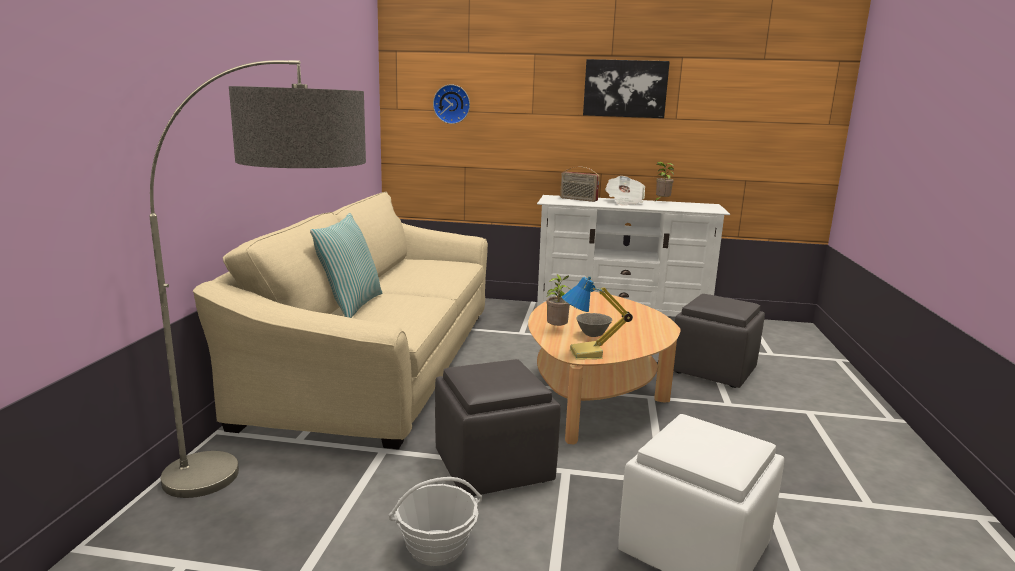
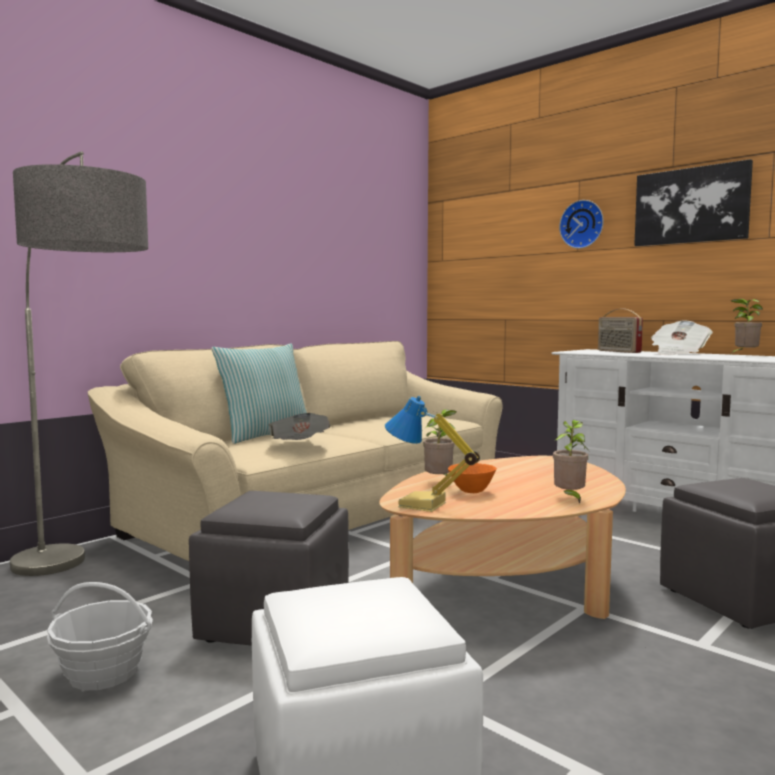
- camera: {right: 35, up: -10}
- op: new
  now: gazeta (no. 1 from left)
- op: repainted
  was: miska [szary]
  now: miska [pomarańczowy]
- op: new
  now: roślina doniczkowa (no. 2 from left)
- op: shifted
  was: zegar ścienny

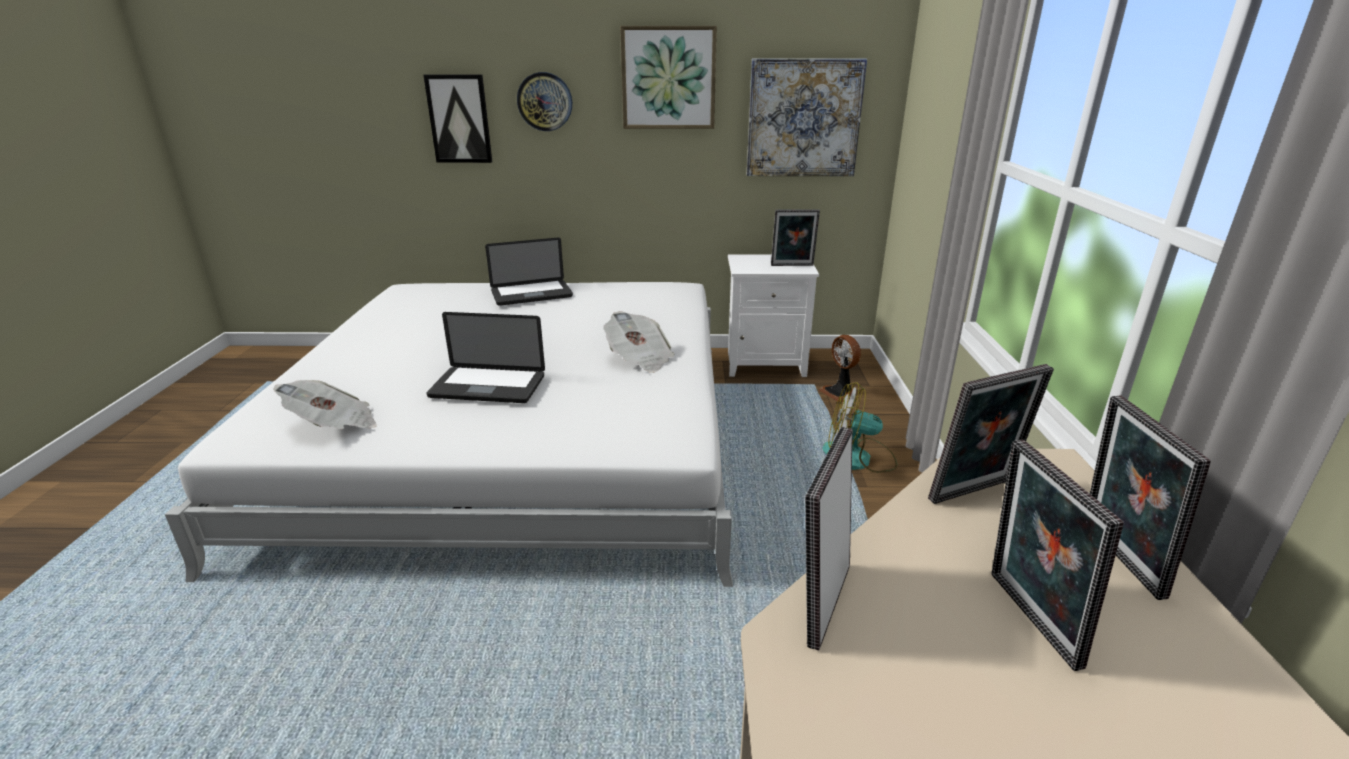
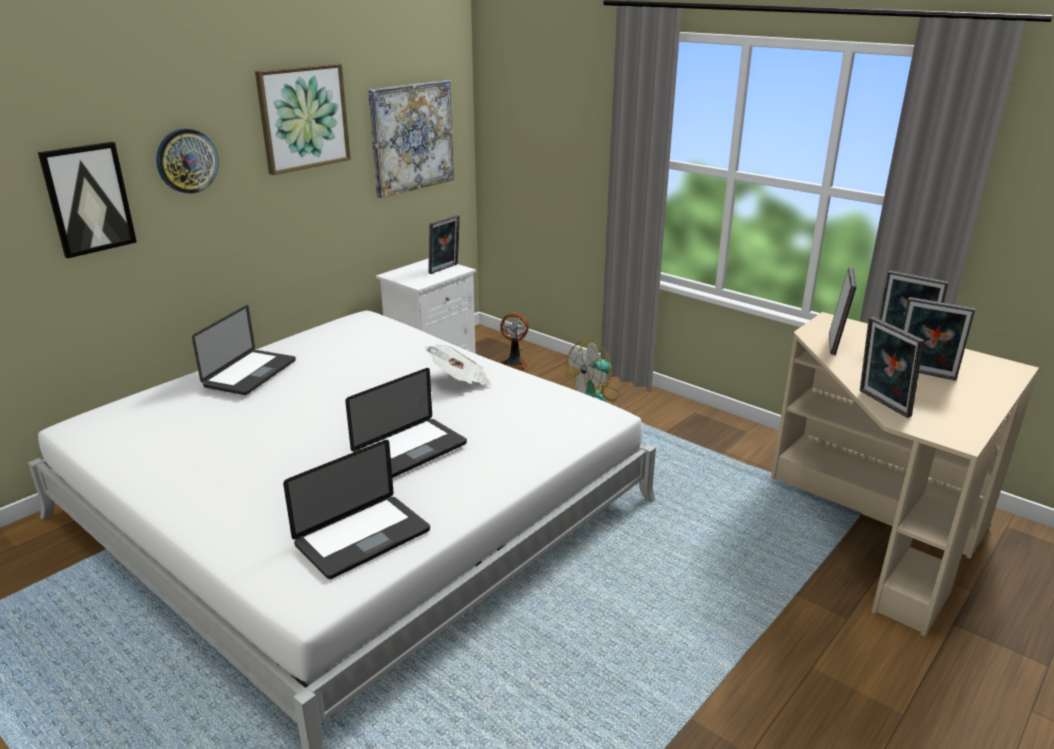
- camera: {right: -50, up: 0}
- op: swapped
  was: gazeta (no. 1 from left)
  now: laptop (no. 2 from left)

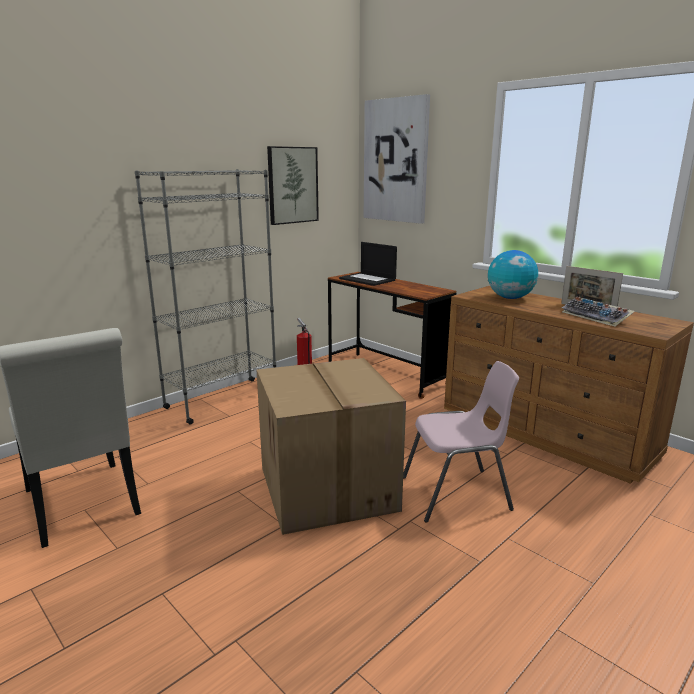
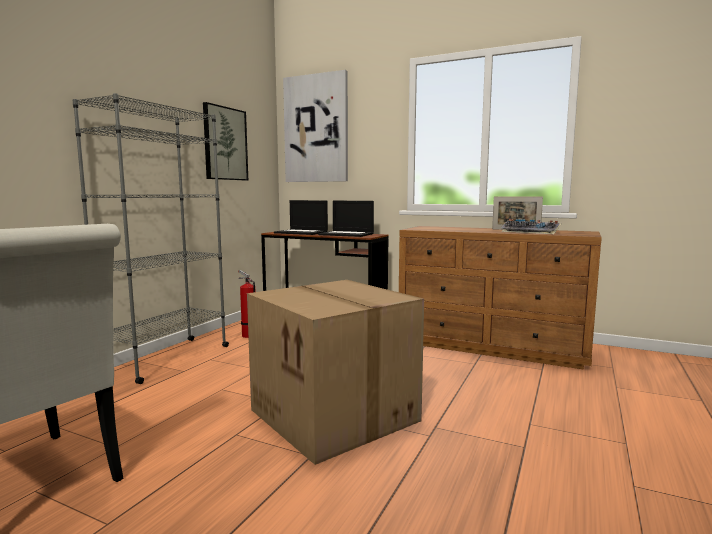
- camera: {right: -20, up: -10}
- op: new
  now: laptop (no. 2 from left)
- op: gone
  was: krzesło [różowy]
- op: gone
  was: globus

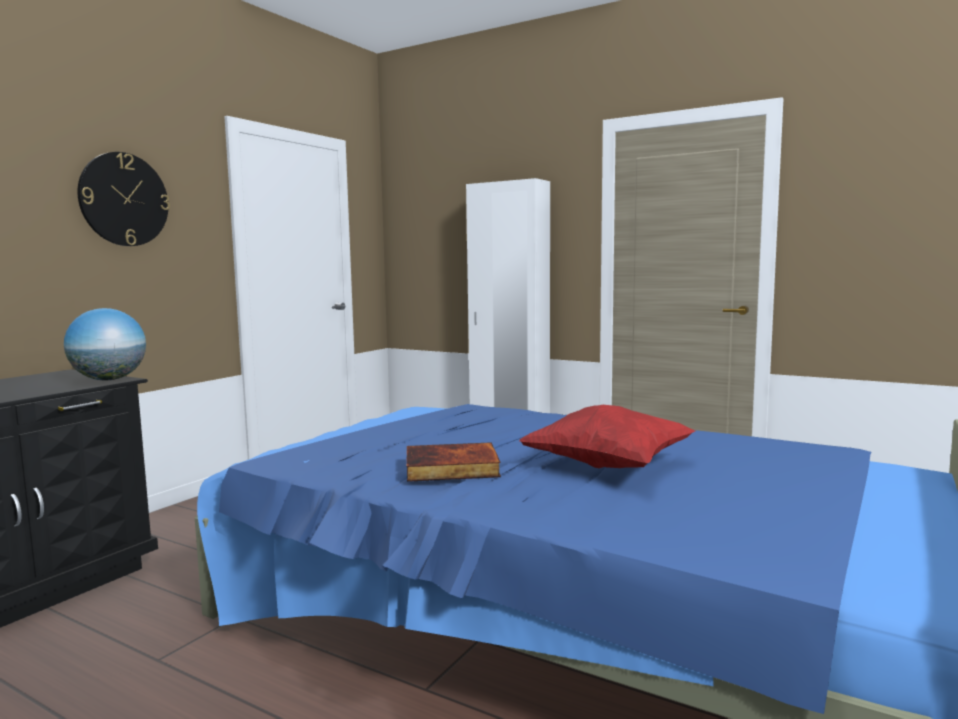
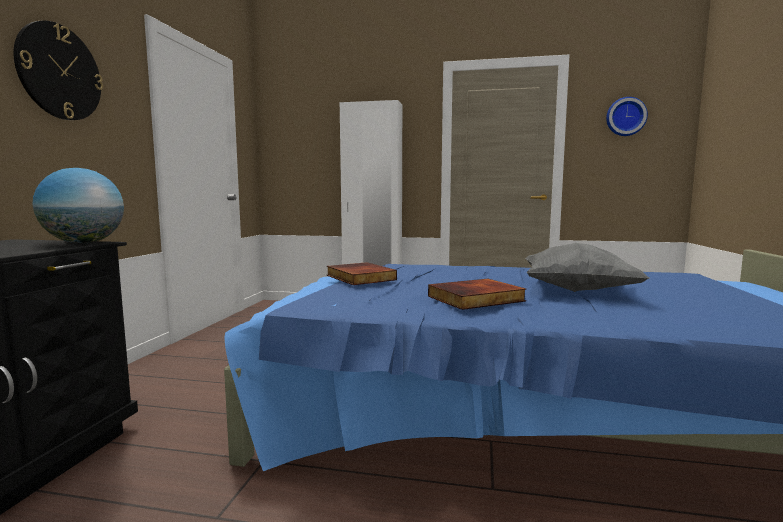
- camera: {right: -20, up: 0}
- op: new
  now: książka (no. 1 from left)
- op: repainted
  was: poduszka [czerwony]
  now: poduszka [szary]
- op: new
  now: zegar ścienny (no. 2 from left)

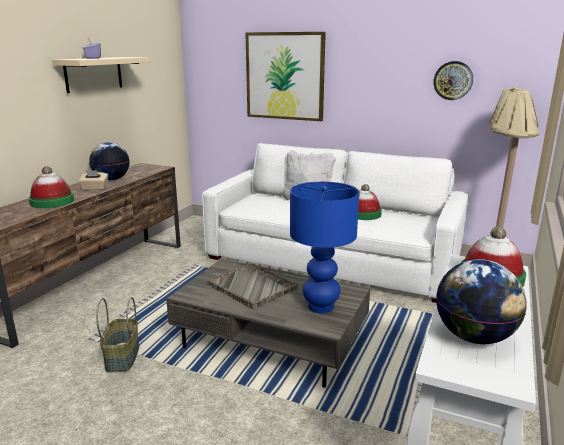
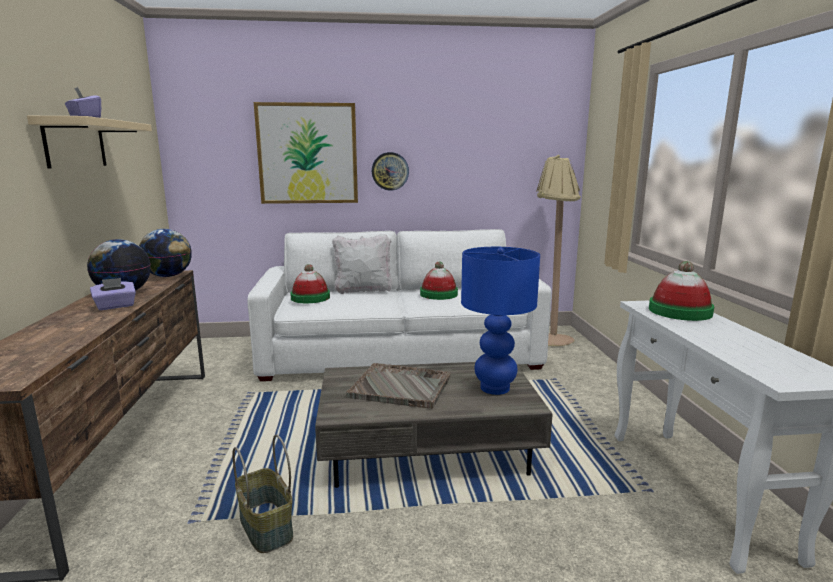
- camera: {right: -30, up: -5}
- op: repainted
  was: pudełko chusteczek [beżowy]
  now: pudełko chusteczek [fioletowy] (no. 2 from left)
- op: shifted
  was: globus (no. 2 from left)
- op: shifted
  was: kapelusz (no. 1 from left)
- op: shifted
  was: zegar ścienny

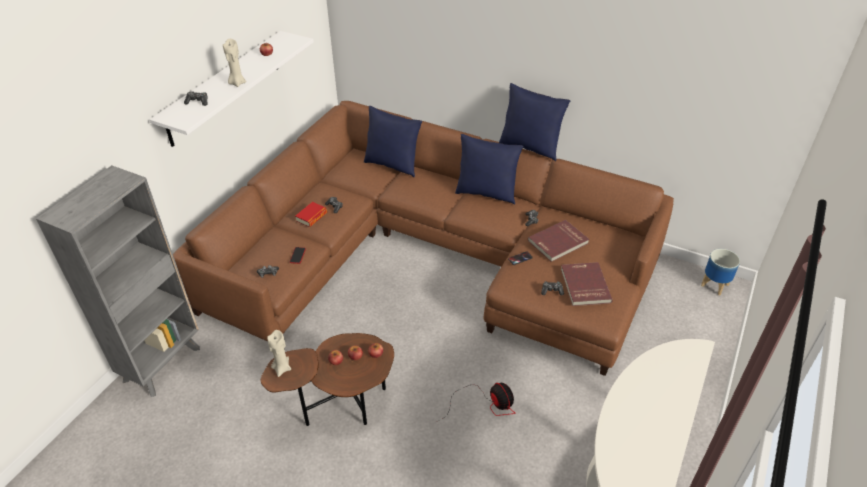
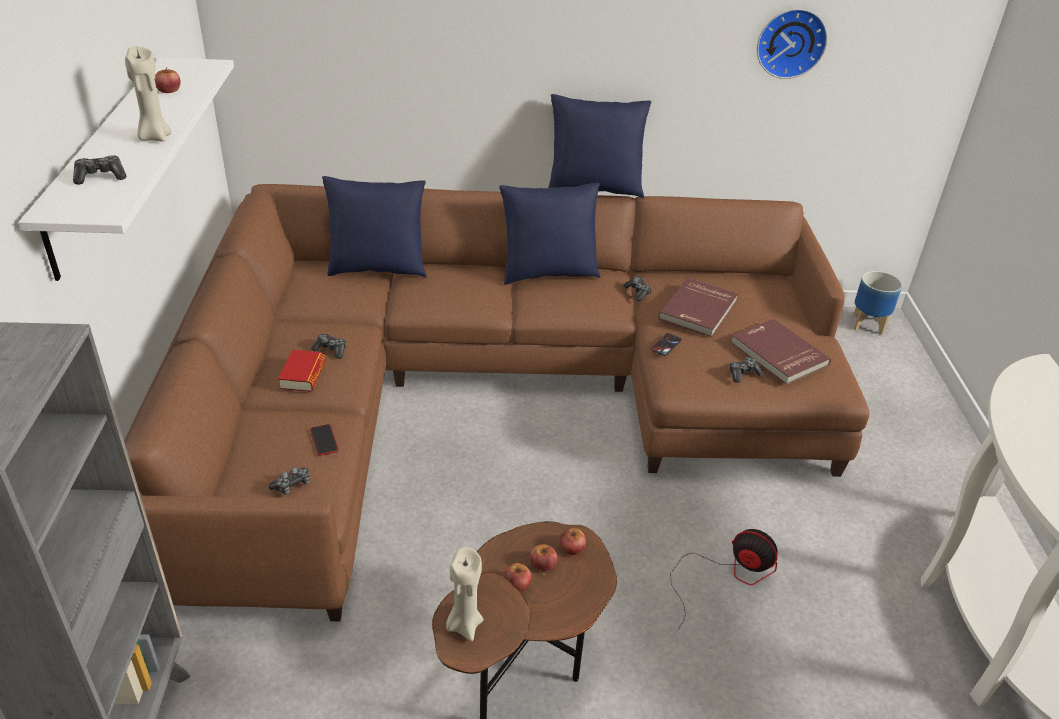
- camera: {right: -30, up: -5}
- op: new
  now: zegar ścienny

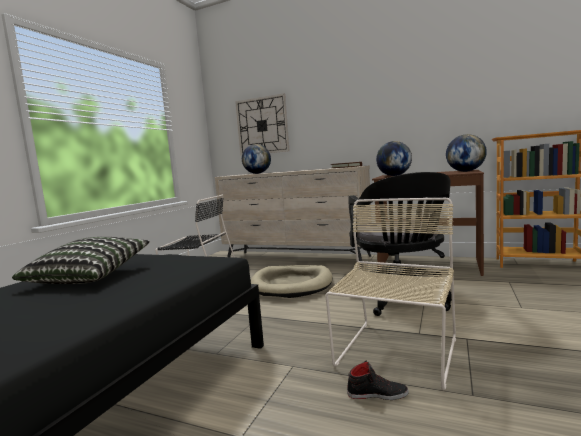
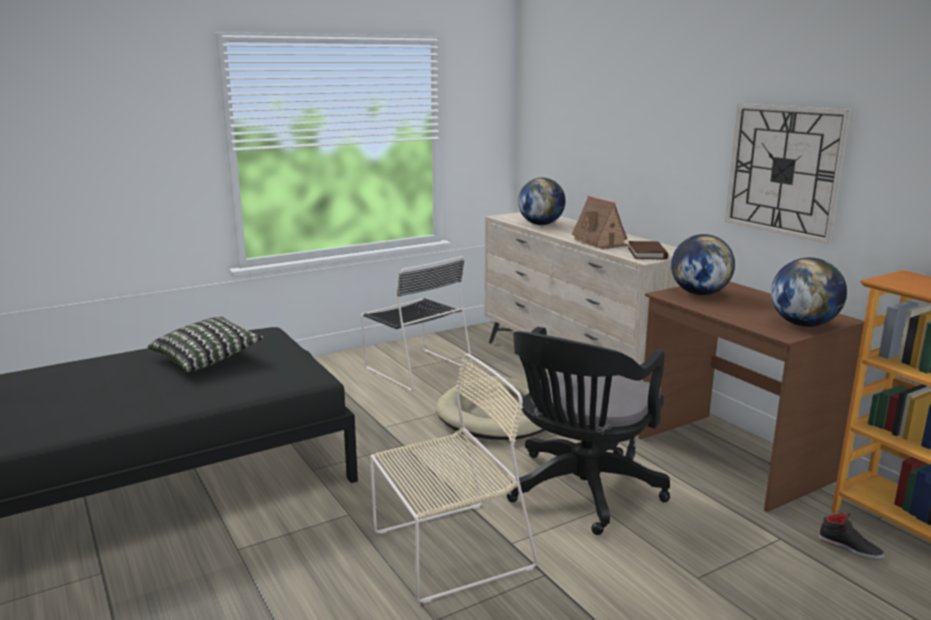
- camera: {right: 35, up: 10}
- op: new
  now: domek
- op: shifted
  was: zegar ścienny
- op: shifted
  was: but [czarny]

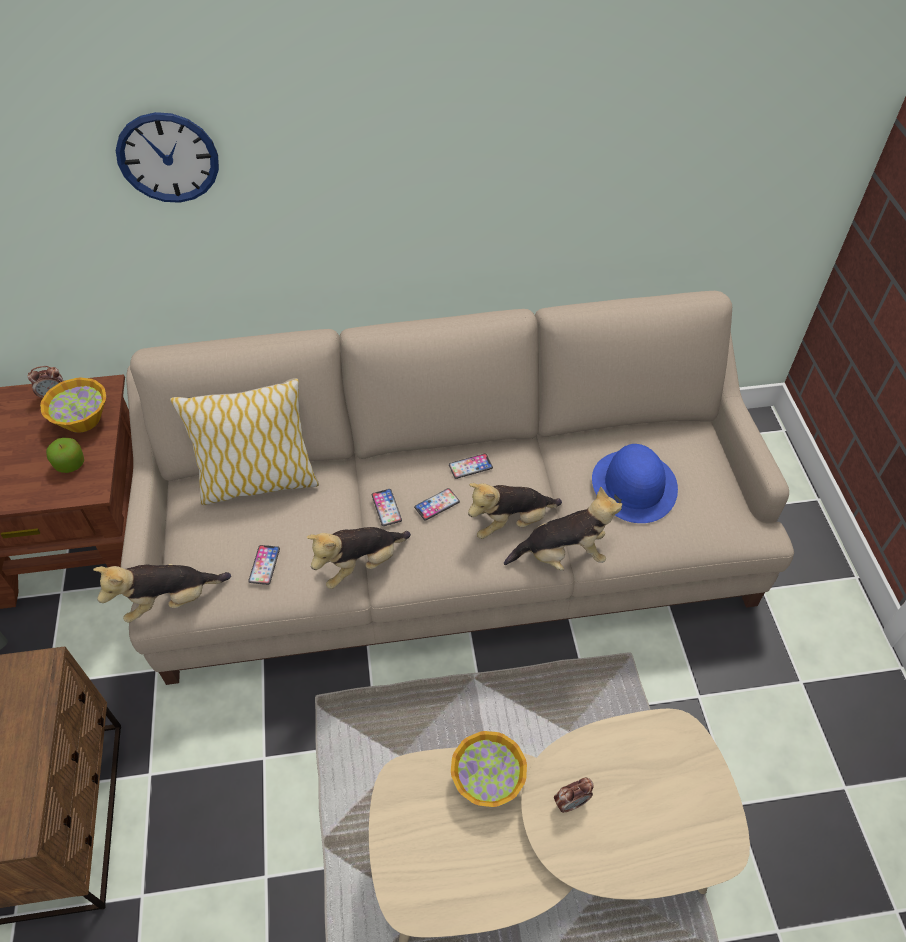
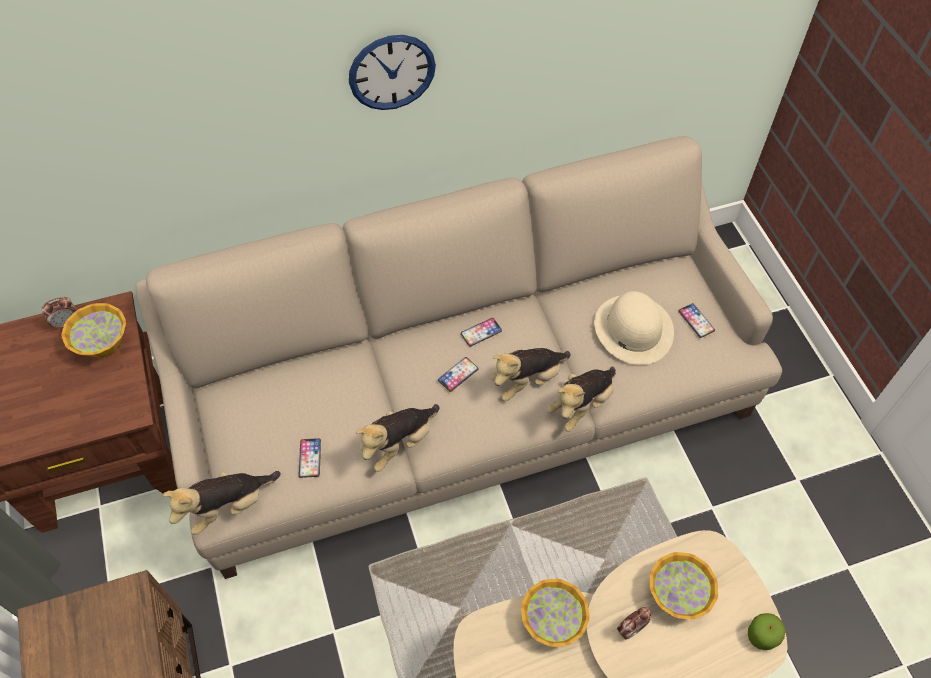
- camera: {right: -10, up: 5}
- op: shifted
  was: zegar ścienny
- op: rotated
  was: pluszak (no. 4 from left)
  clockwise: 150
- op: repainted
  was: kapelusz [niebieski]
  now: kapelusz [beżowy]
- op: new
  now: miska (no. 3 from left)
- op: shifted
  was: telefon (no. 2 from left in the first image)
  now: telefon (no. 4 from left)
- op: shifted
  was: jabłko
- op: gone
  was: poduszka

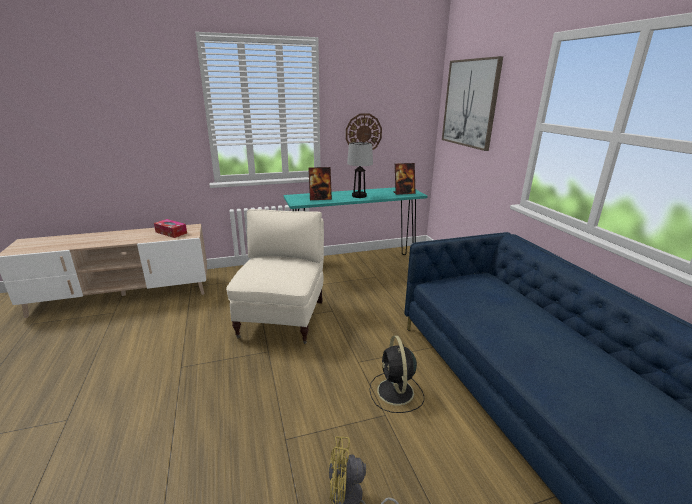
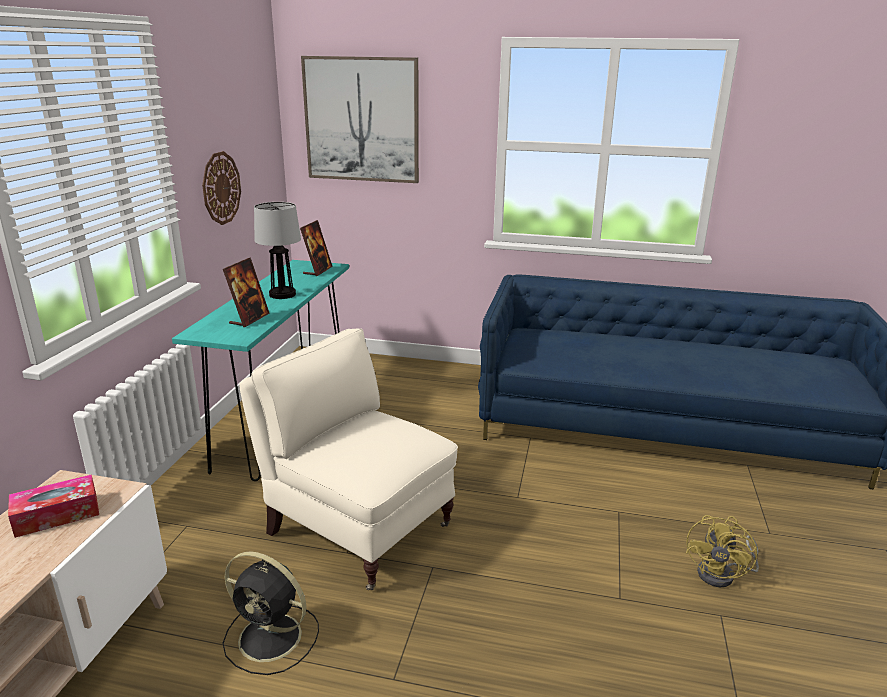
- camera: {right: -60, up: 0}
- op: shifted
  was: wentylator [czarny]

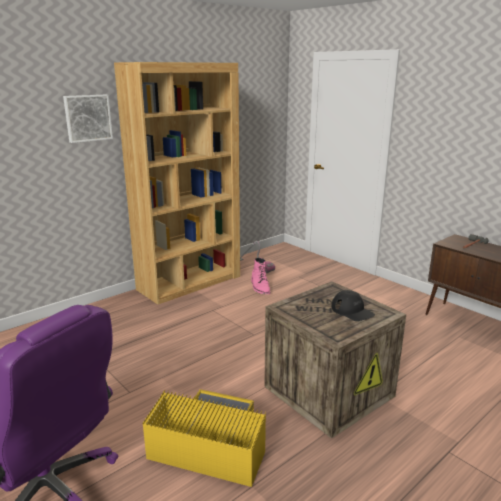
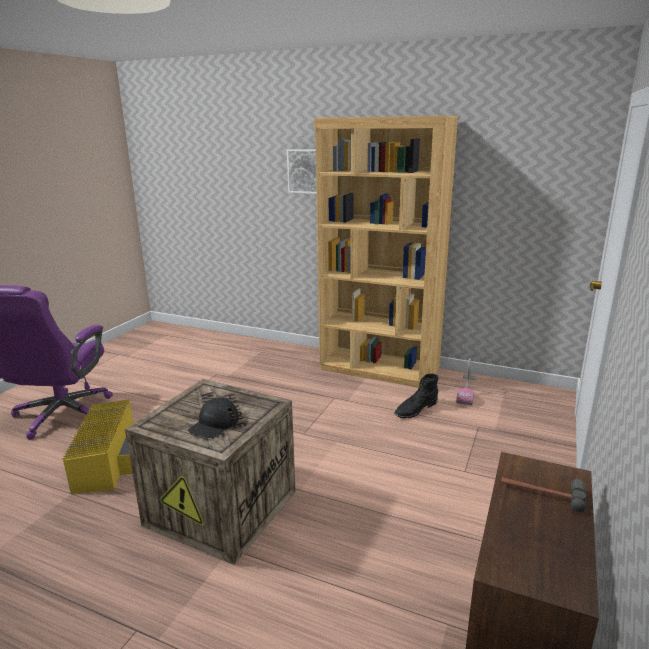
- camera: {right: 65, up: 0}
- op: repainted
  was: but z cholewką [różowy]
  now: but z cholewką [czarny]

